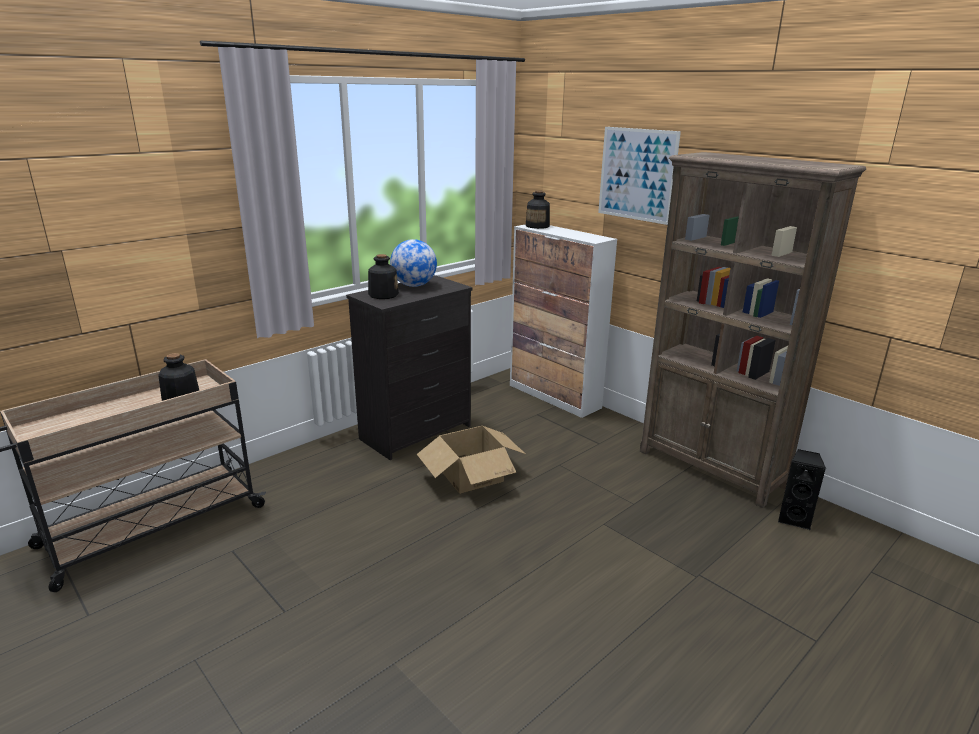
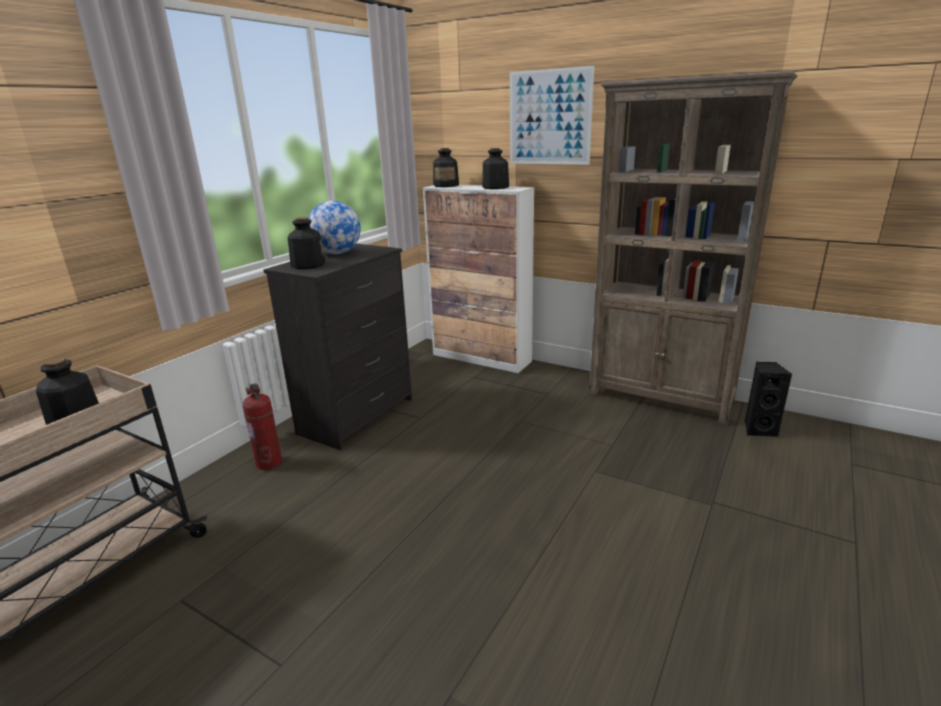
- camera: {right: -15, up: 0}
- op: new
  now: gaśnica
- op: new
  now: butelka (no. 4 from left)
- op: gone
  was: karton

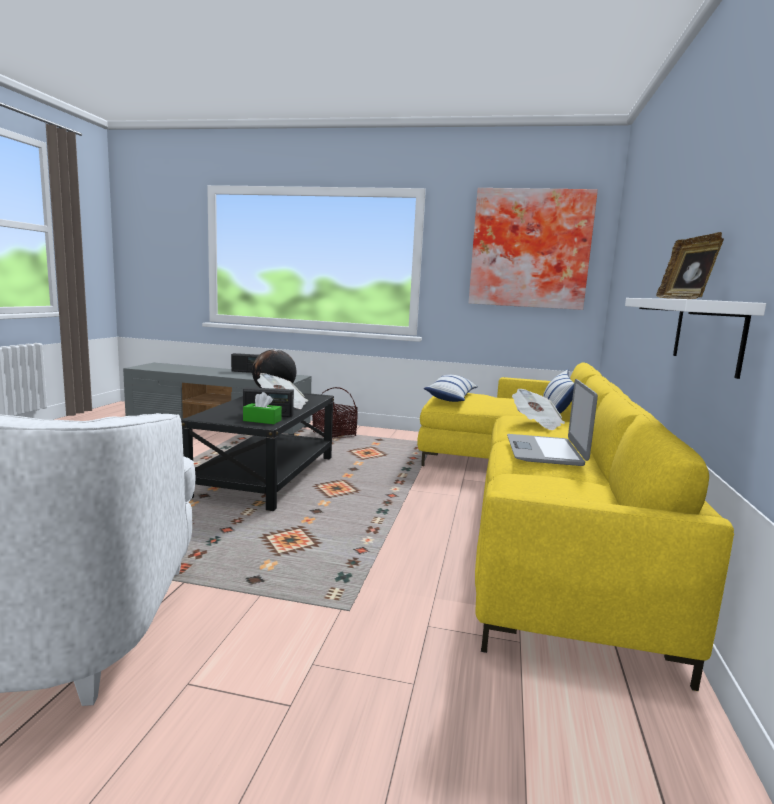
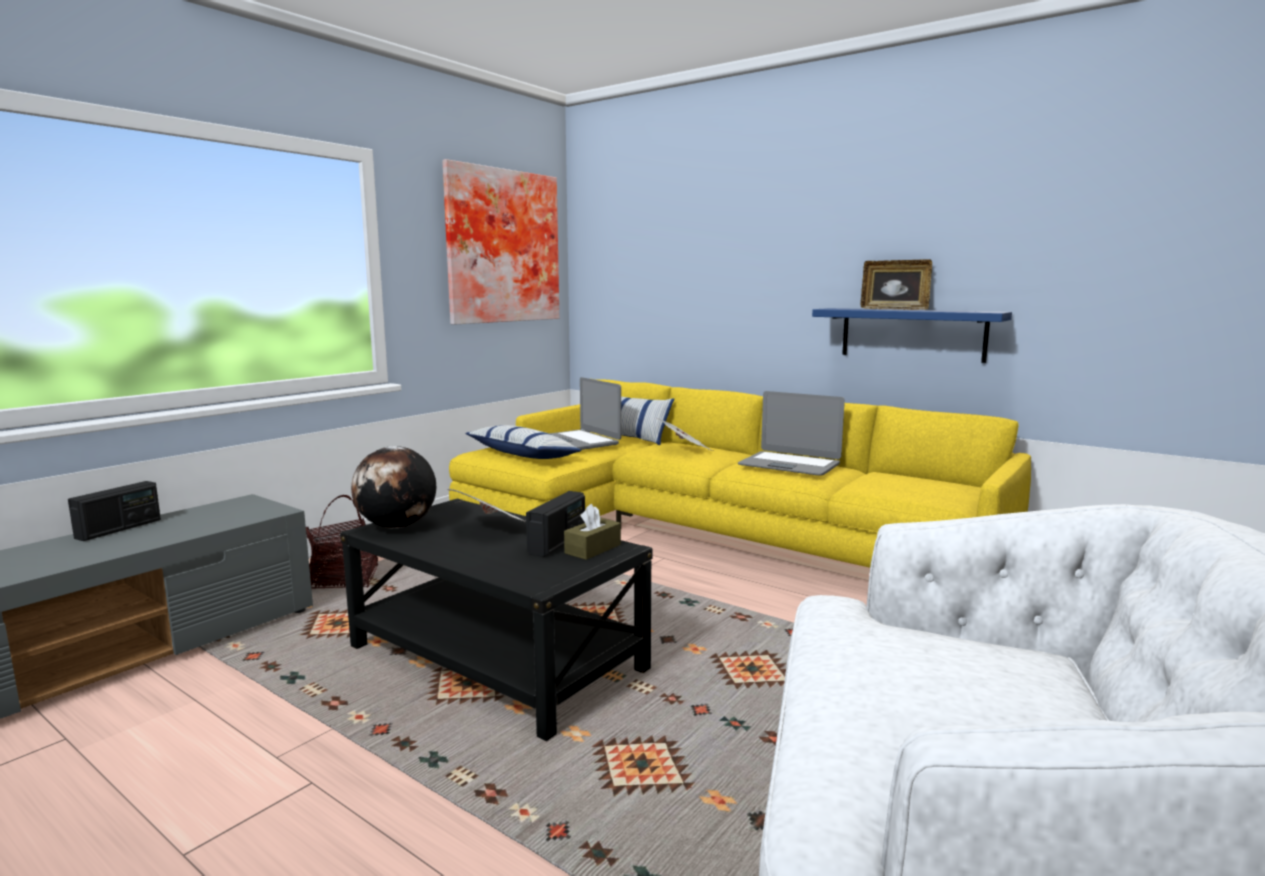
- camera: {right: -65, up: 0}
- op: new
  now: laptop (no. 1 from left)
- op: repainted
  was: pudełko chusteczek [zielony]
  now: pudełko chusteczek [brązowy]
- op: repainted
  was: półka [biały]
  now: półka [niebieski]

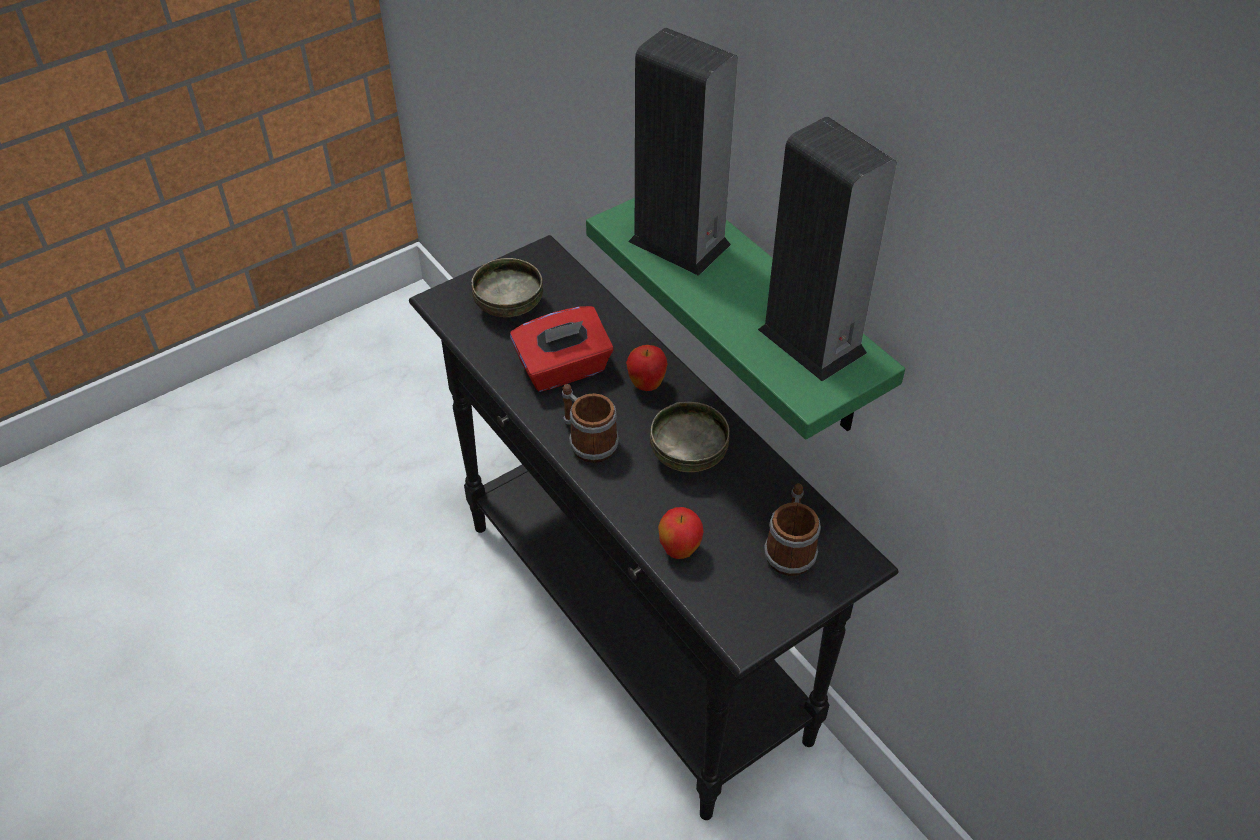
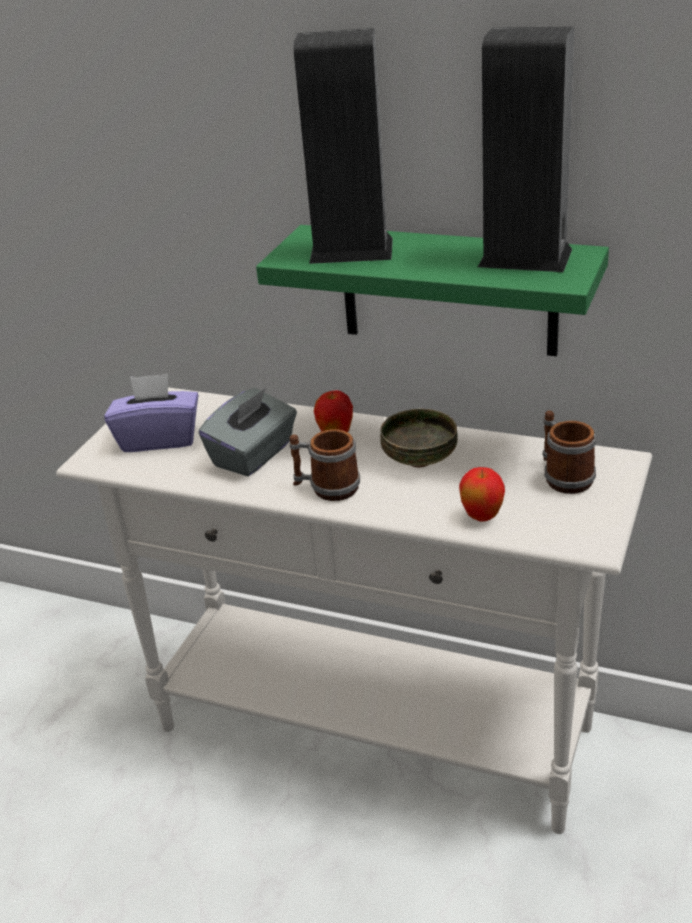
- camera: {right: -30, up: -15}
- op: repainted
  was: stolik konsolowy [czarny]
  now: stolik konsolowy [biały]
- op: swapped
  was: miska (no. 1 from left)
  now: pudełko chusteczek [fioletowy]
- op: repainted
  was: pudełko chusteczek [czerwony]
  now: pudełko chusteczek [szary]

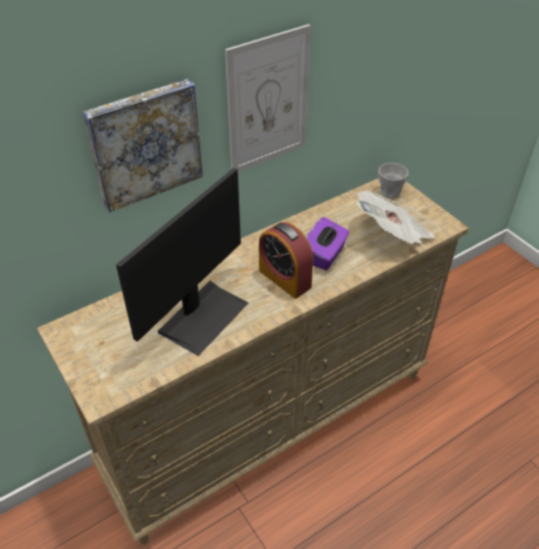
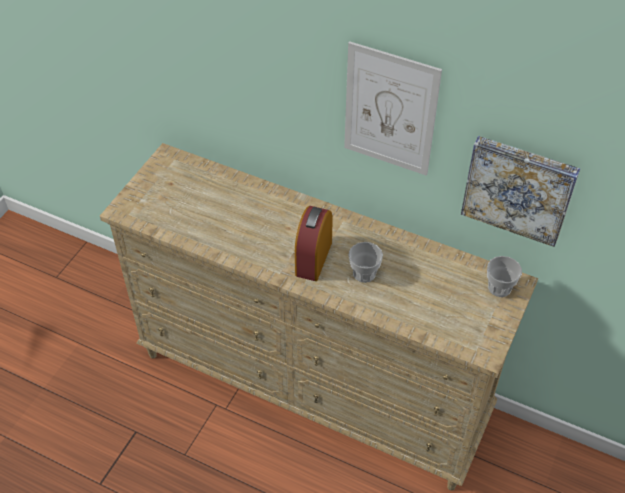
- camera: {right: 60, up: 5}
- op: swapped
  was: pudełko chusteczek [fioletowy]
  now: filiżanka (no. 1 from left)
- op: shifted
  was: obraz (no. 1 from left in the first image)
  now: obraz (no. 2 from left)
- op: gone
  was: monitor
- op: gone
  was: gazeta

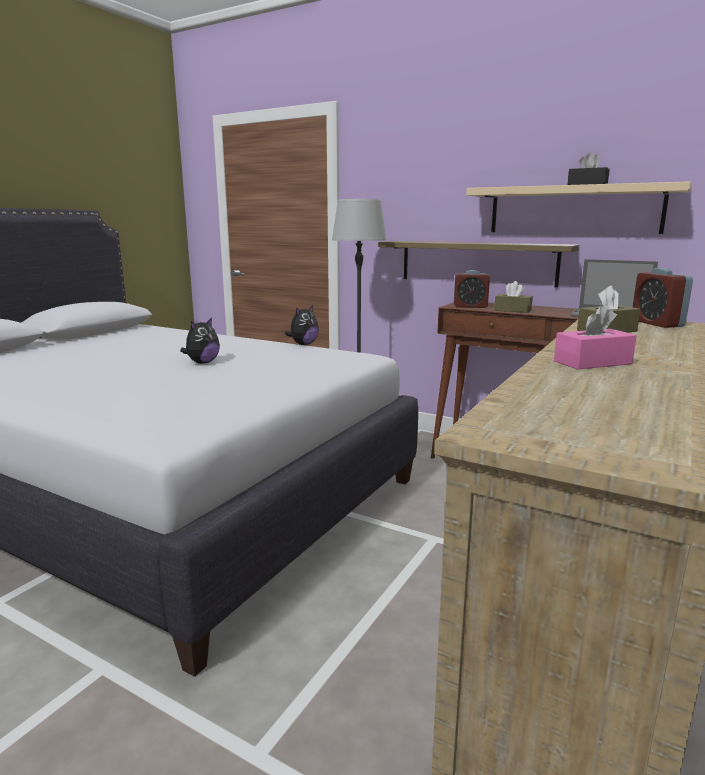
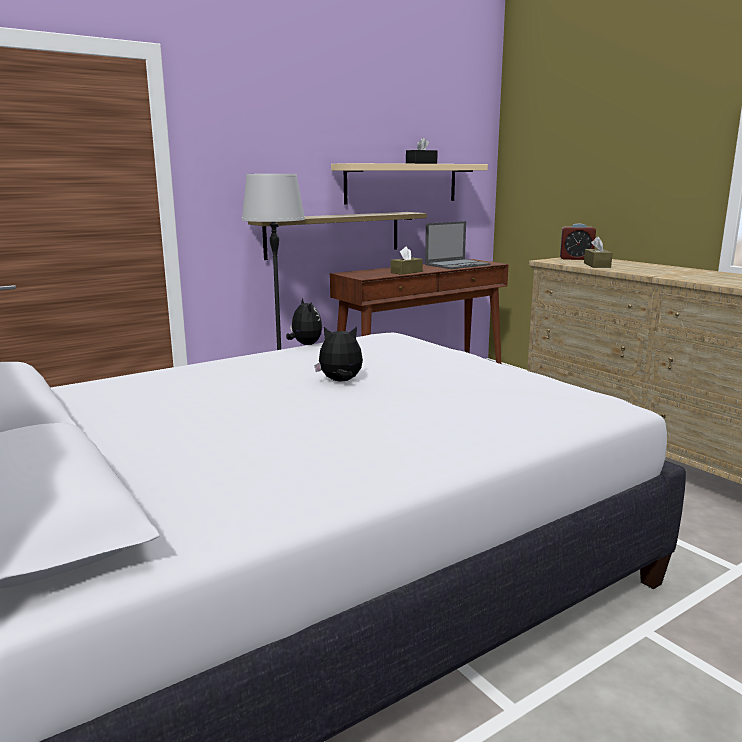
- camera: {right: -65, up: 0}
- op: rotated
  was: pluszak (no. 1 from left in the first image)
  clockwise: -60
- op: gone
  was: budzik (no. 1 from left)
- op: gone
  was: pudełko chusteczek [różowy]

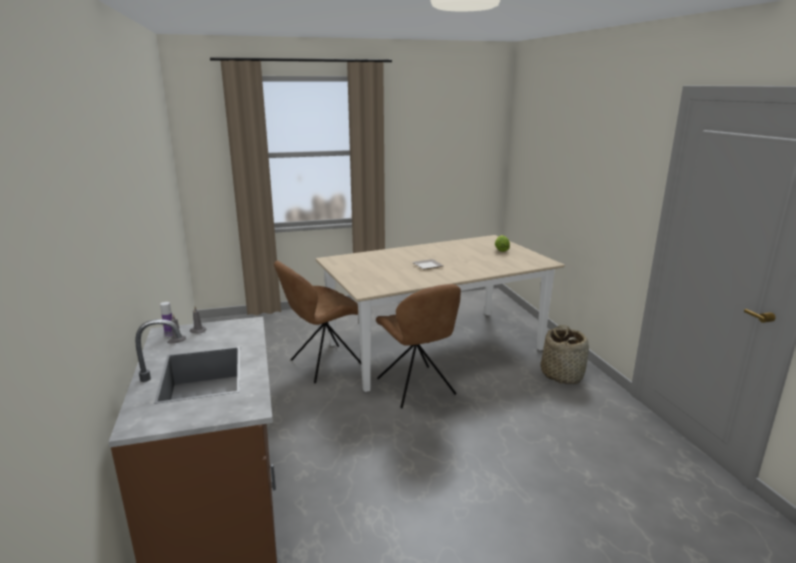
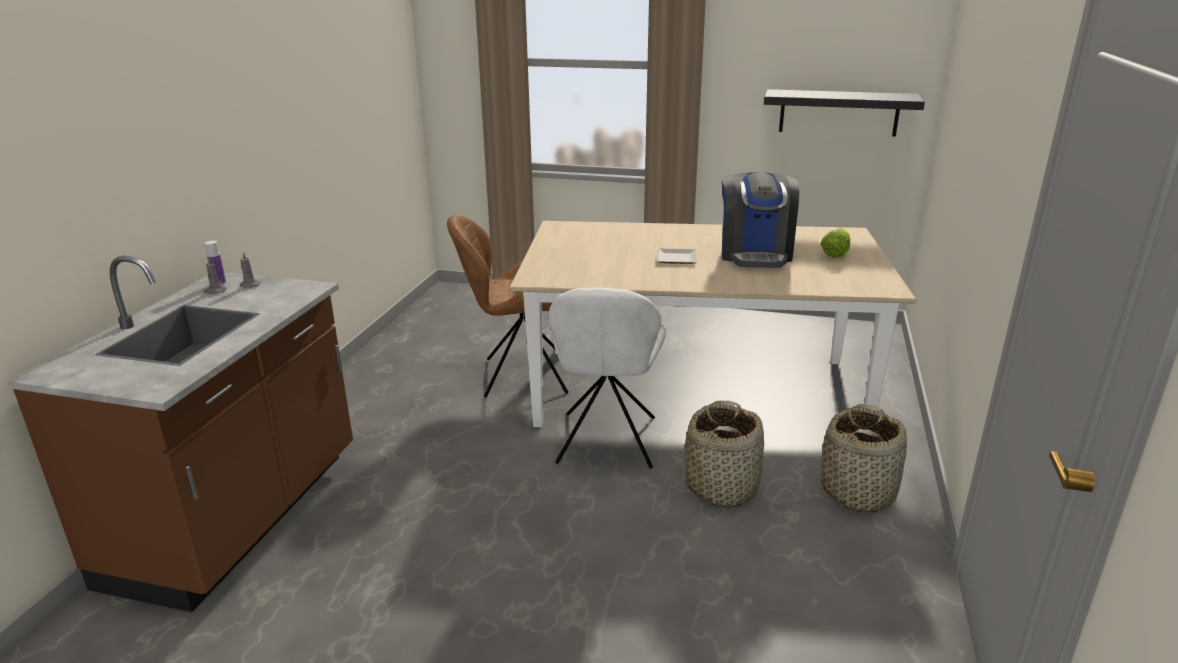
- camera: {right: 30, up: 5}
- op: repainted
  was: krzesło [brązowy] (no. 2 from left)
  now: krzesło [biały]
- op: new
  now: koszyk (no. 1 from left)
- op: new
  now: ekspres do kawy
- op: new
  now: półka [czarny]

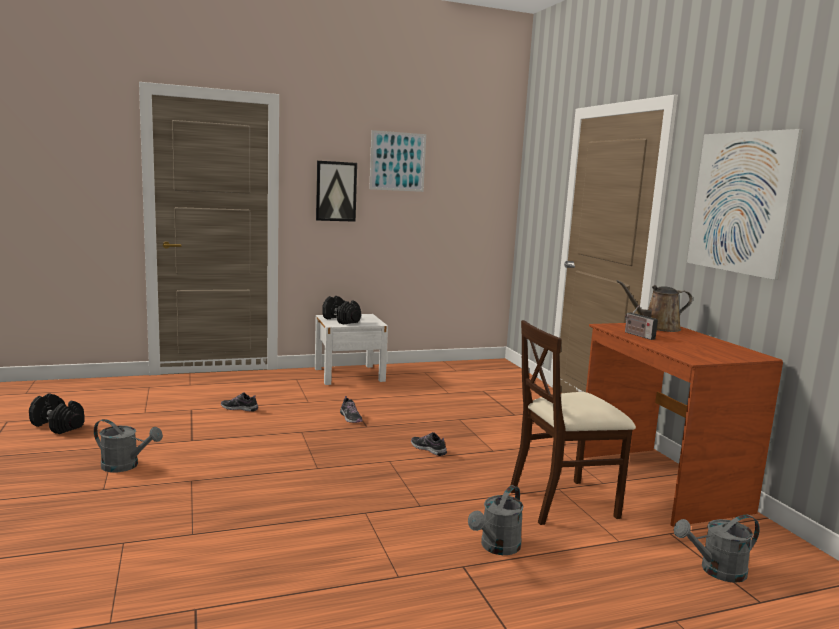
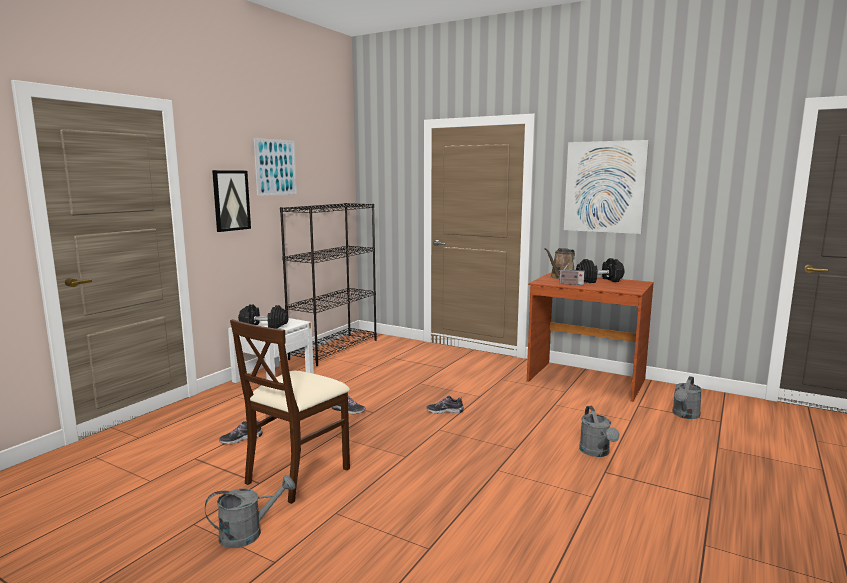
- camera: {right: -40, up: 0}
- op: shifted
  was: krzesło [beżowy]
- op: new
  now: regał [czarny]
- op: shifted
  was: hantel [czarny] (no. 1 from left in the first image)
  now: hantel [czarny] (no. 2 from left)

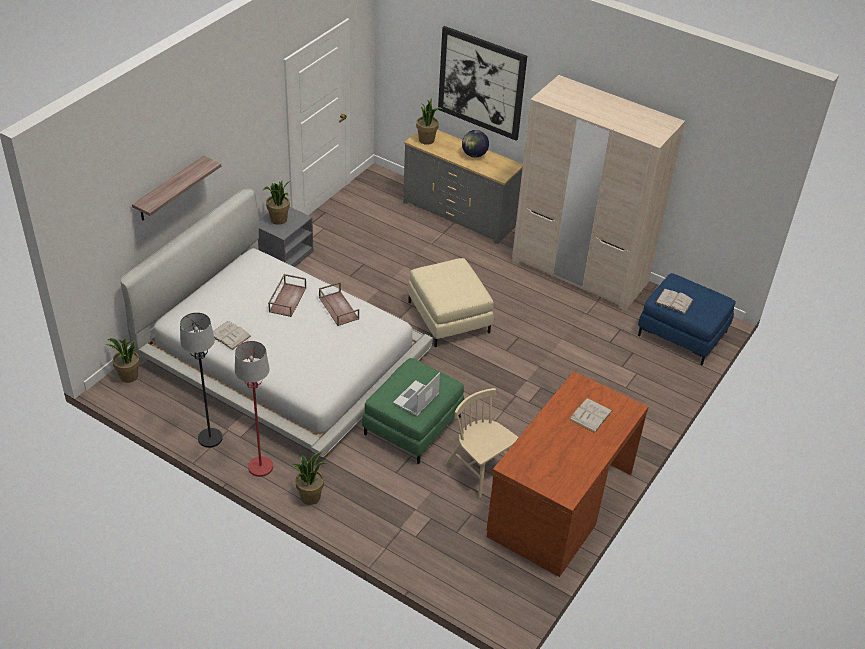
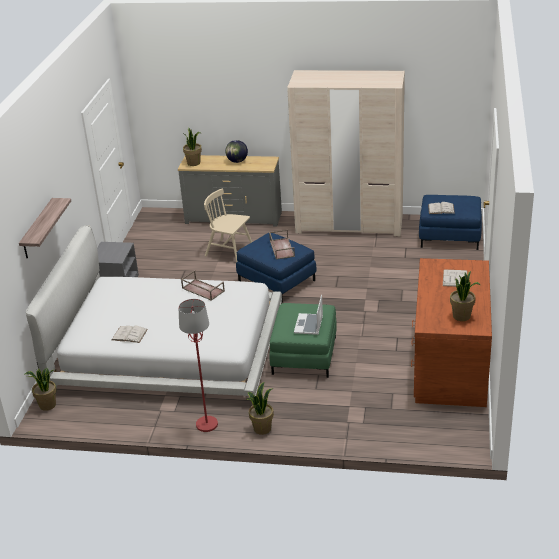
- camera: {right: -20, up: -10}
- op: shifted
  was: krzesło [beżowy]
- op: repainted
  was: pufa [beżowy]
  now: pufa [niebieski] (no. 1 from left)
- op: shifted
  was: taca [brązowy] (no. 1 from left in the first image)
  now: taca [brązowy] (no. 2 from left)
- op: shifted
  was: roślina doniczkowa (no. 2 from left in the first image)
  now: roślina doniczkowa (no. 4 from left)
- op: gone
  was: lampa stojąca [czarny]
- op: gone
  was: obraz

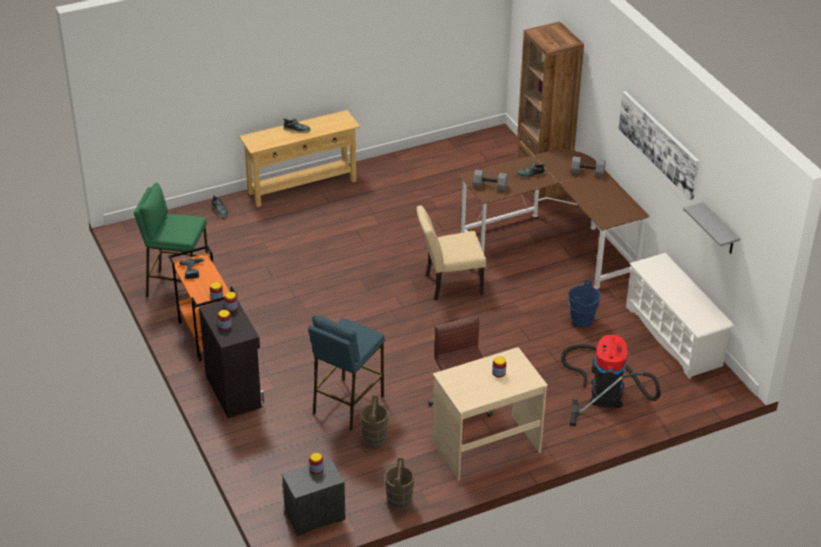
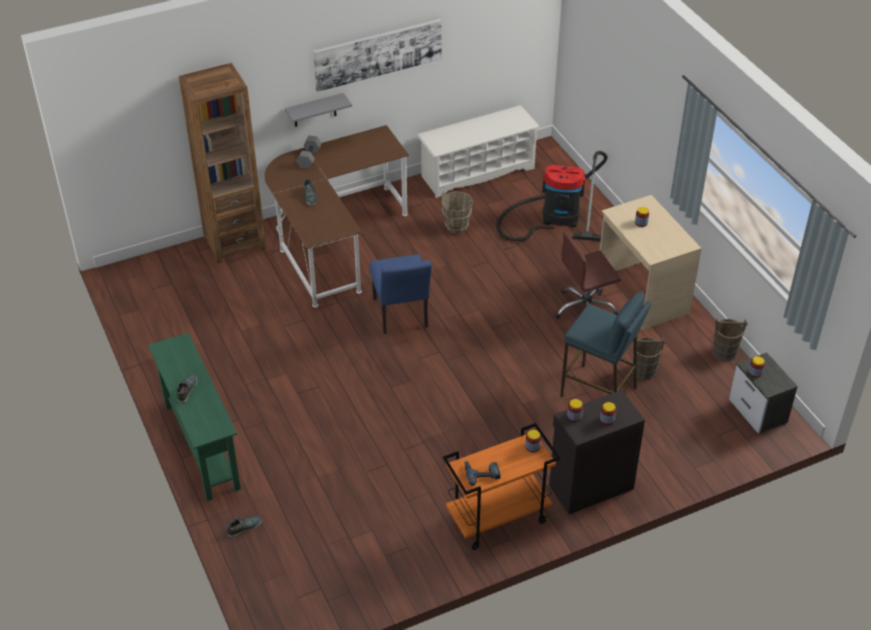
- camera: {right: -90, up: 5}
- op: repainted
  was: stolik konsolowy [beżowy]
  now: stolik konsolowy [zielony]
- op: shifted
  was: półka [szary]
- op: repainted
  was: krzesło [beżowy]
  now: krzesło [niebieski]
- op: repainted
  was: wiadro [niebieski]
  now: wiadro [brązowy] (no. 1 from left)
- op: gone
  was: stołek [zielony]
- op: gone
  was: hantel [szary] (no. 1 from left)

